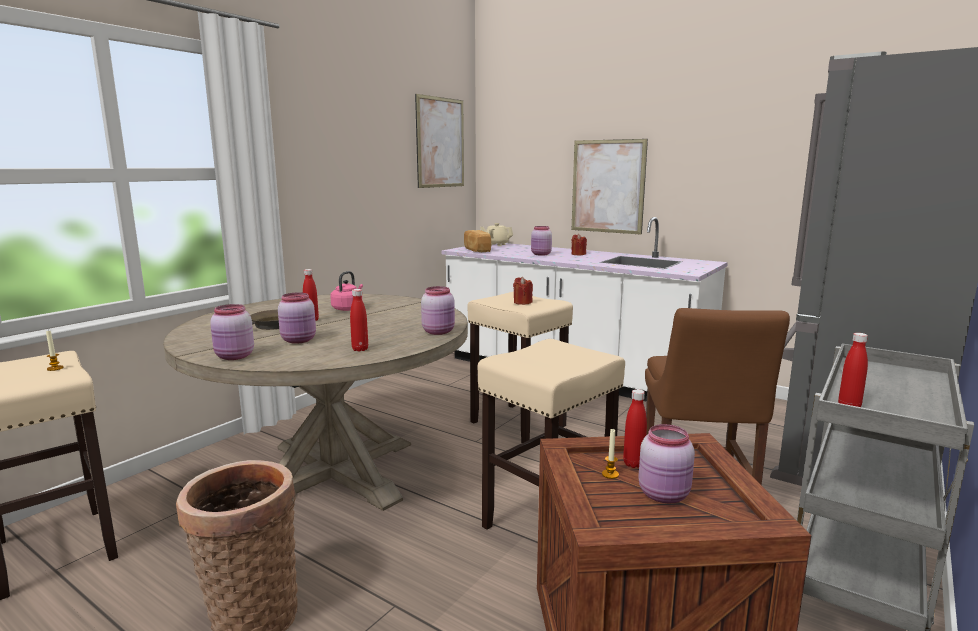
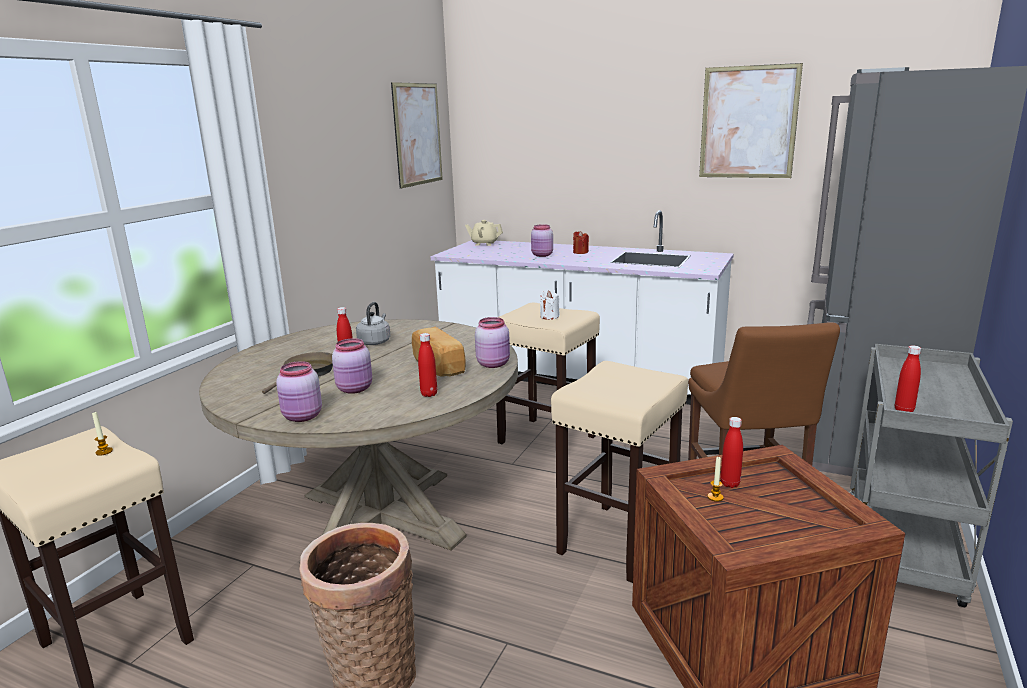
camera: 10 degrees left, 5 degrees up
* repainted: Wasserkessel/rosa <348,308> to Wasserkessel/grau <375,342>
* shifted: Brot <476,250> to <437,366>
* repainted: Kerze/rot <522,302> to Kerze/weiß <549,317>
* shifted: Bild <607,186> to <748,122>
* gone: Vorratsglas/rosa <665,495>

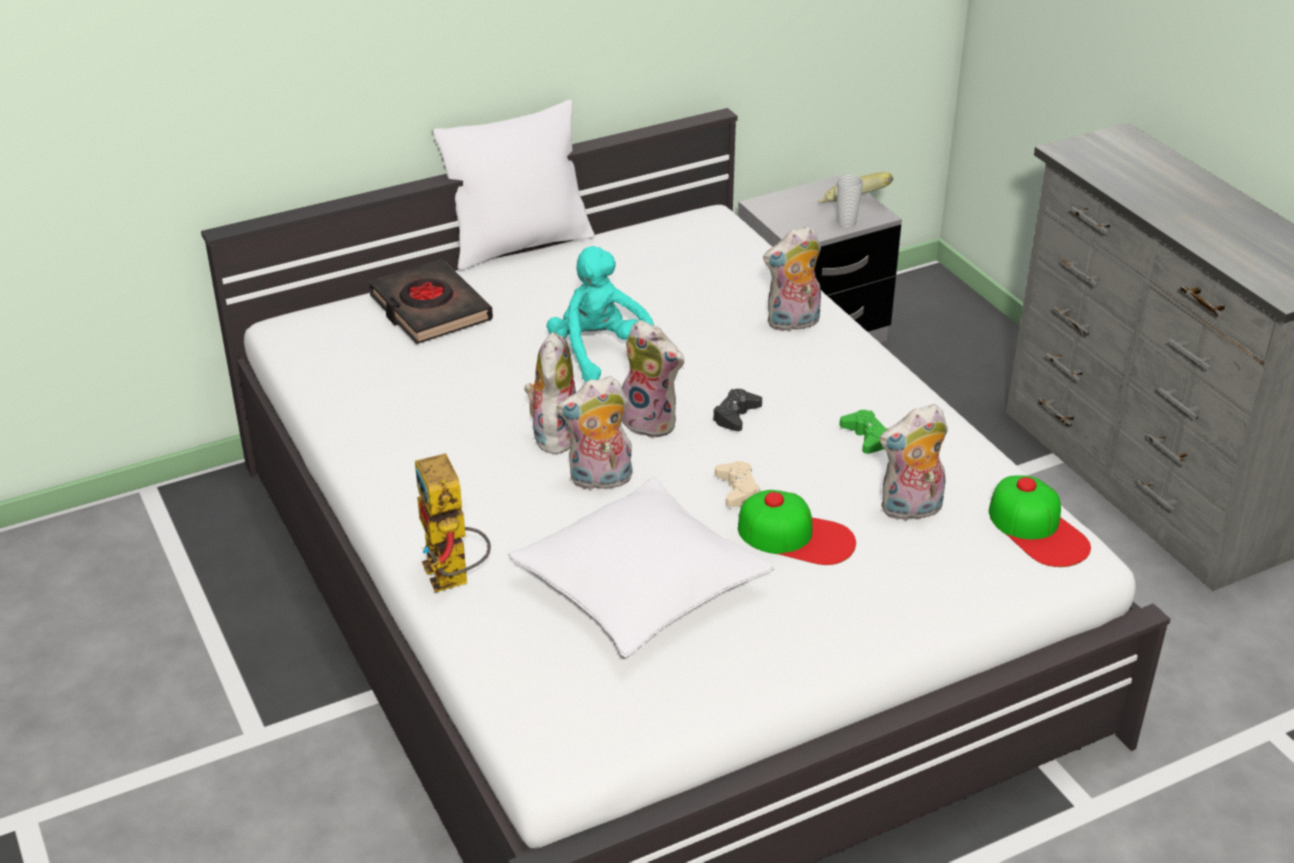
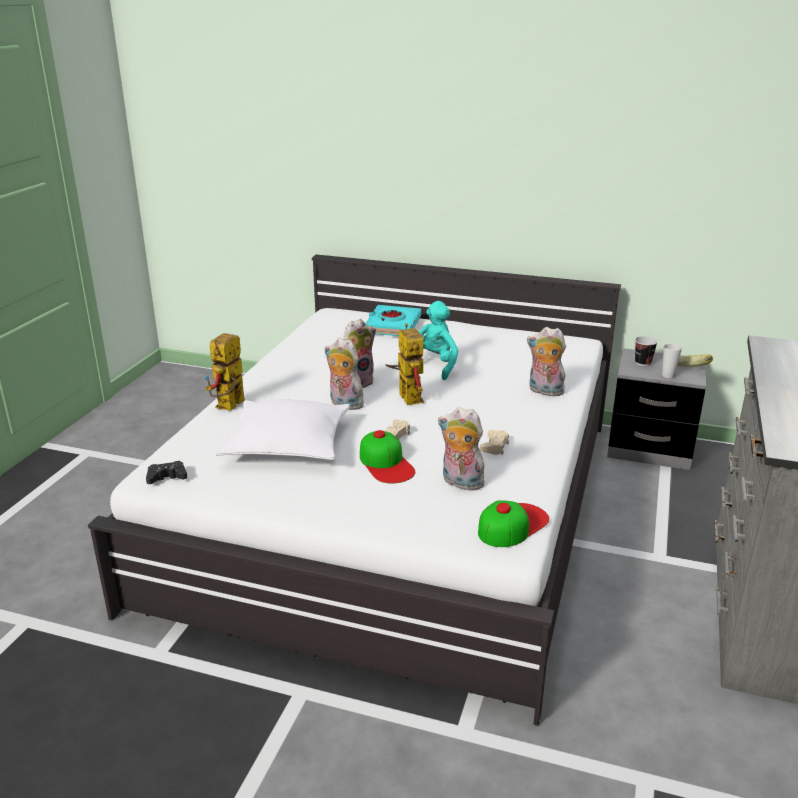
camera: 45 degrees right, 10 degrees down
* shifted: Gamepad/schwarz <736,415> to <167,477>
* repainted: Buch/schwarz <430,309> to Buch/türkis <392,325>
* swapped: Plüschtier <652,421> to Spielzeugroboter <406,396>
* rotated: Kappe <1037,529> = <512,524> 150 degrees counterclockwise
* repainted: Gamepad/grün <866,437> to Gamepad/beige <494,446>
* new: Tasse <643,363>
* gone: Kissen/weiß <520,245>

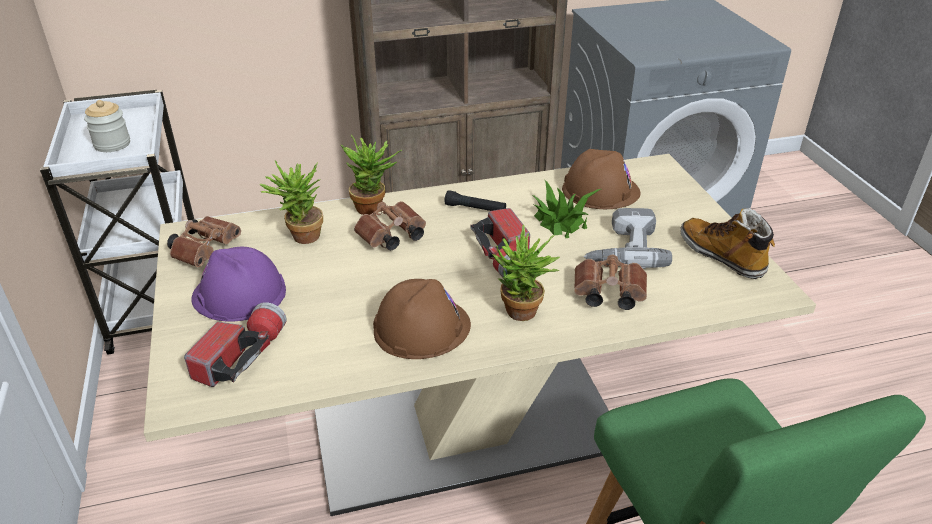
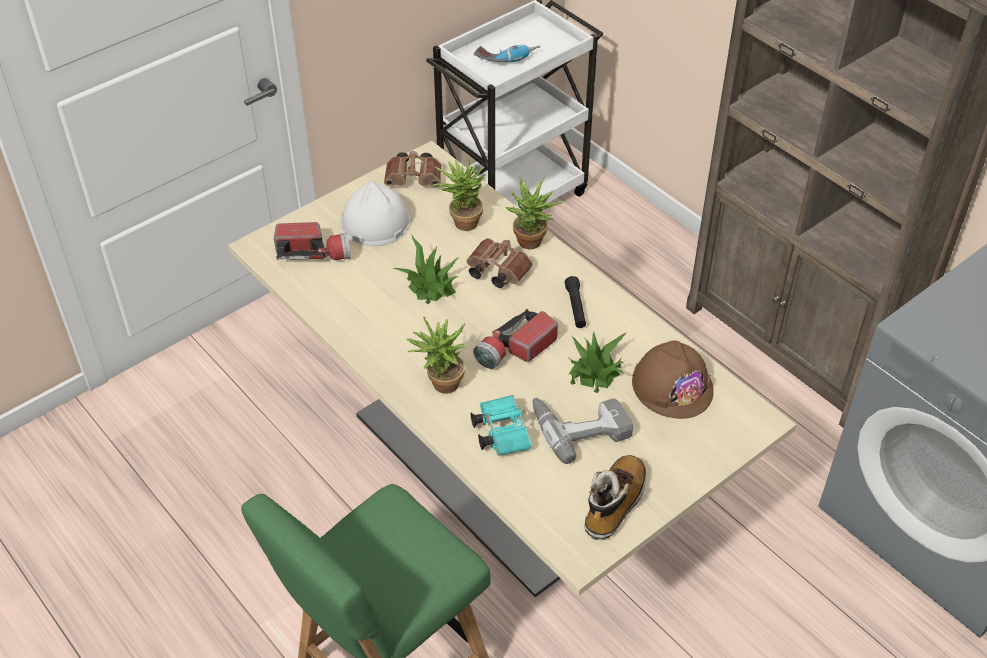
camera: 65 degrees right, 10 degrees up
* repainted: Schutzhelm/lila <239,294> to Schutzhelm/weiß <375,221>
* new: Topfpflanze <430,284>
* repainted: Fernglas/braun <606,295> to Fernglas/türkis <500,432>
* swapped: Vorratsglas <112,144> to Bohrmaschine <507,58>
* gone: Schutzhelm/braun <421,327>

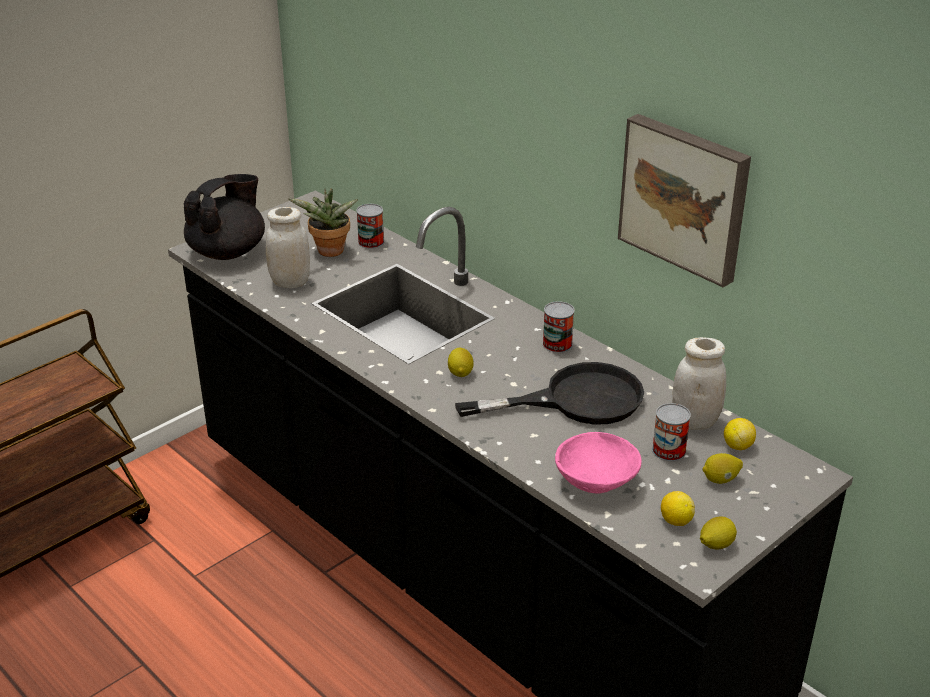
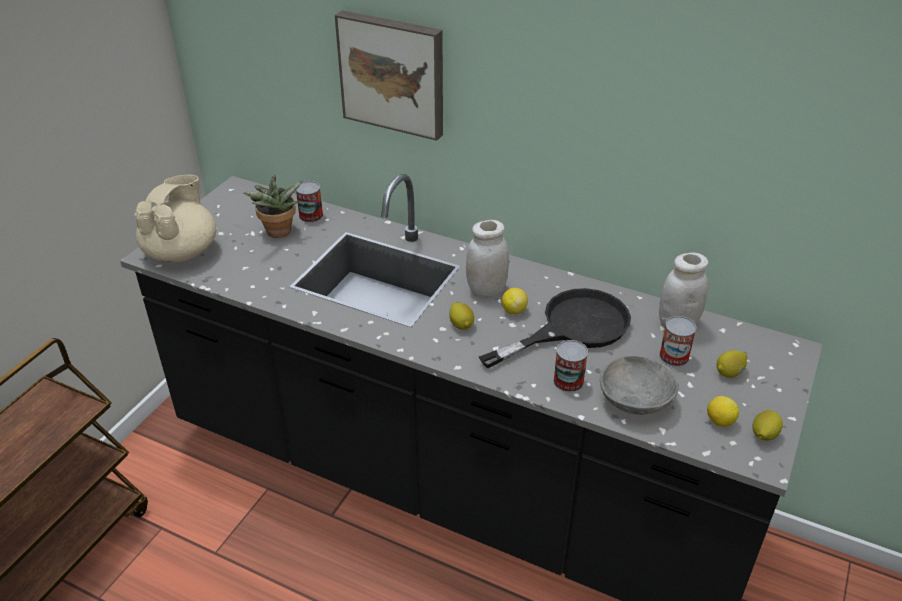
camera: 20 degrees left, 5 degrees up
* repainted: Teekanne/schwarz <228,251> to Teekanne/beige <182,251>
* shifted: Bild <685,197> to <393,73>
* shifted: Vorratsglas/weiß <290,282> to <486,290>
* shifted: Zitrone <737,445> to <513,310>
* shifted: Dose <557,344> to <568,381>
* repainted: Schüssel/rosa <598,481> to Schüssel/grau <636,401>

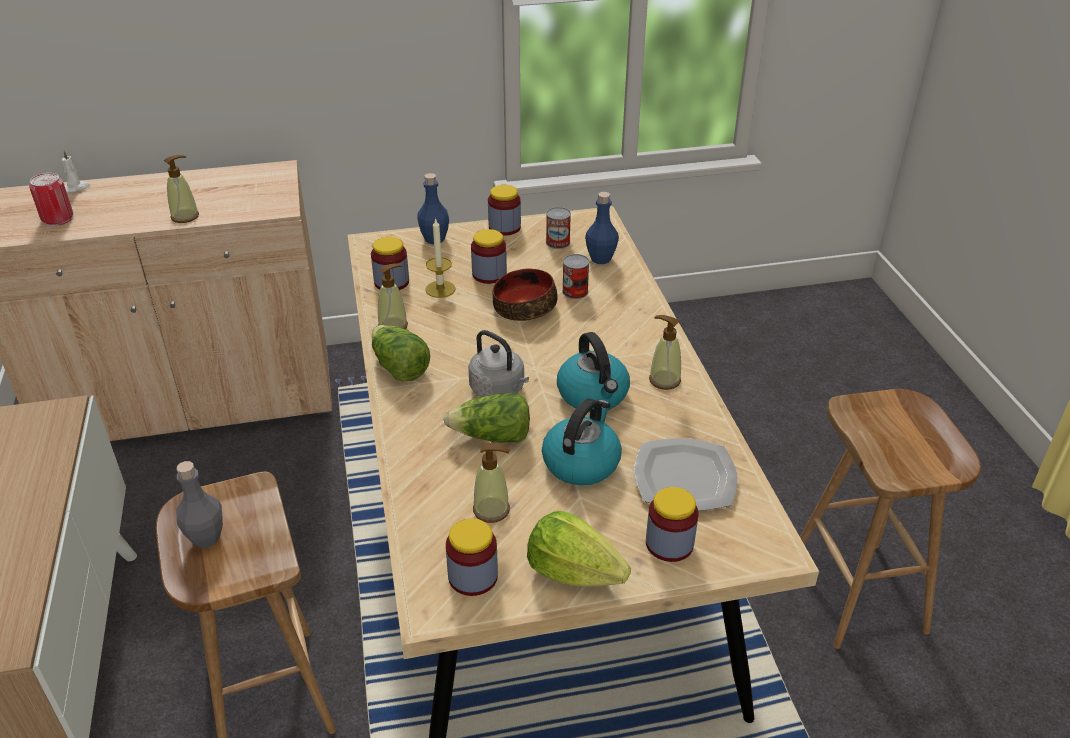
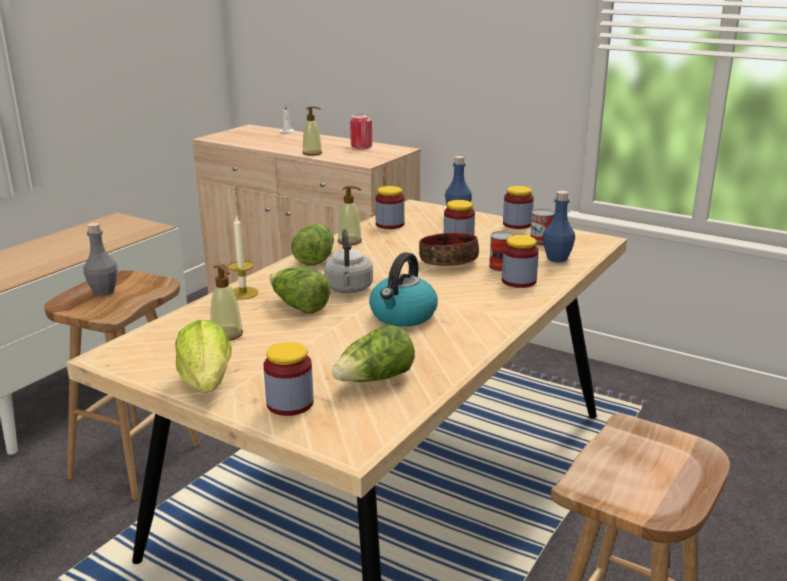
camera: 45 degrees right, 15 degrees down
* shifted: Kerze <440,289> to <243,293>
* swapped: Teller <685,477> to Salatkopf <375,380>
* shifted: Dose <57,218> to <361,146>
* shifted: Vorratsglas <473,576> to <519,281>
* gone: Wasserkessel <581,462>
* gone: Seifenspender <664,380>

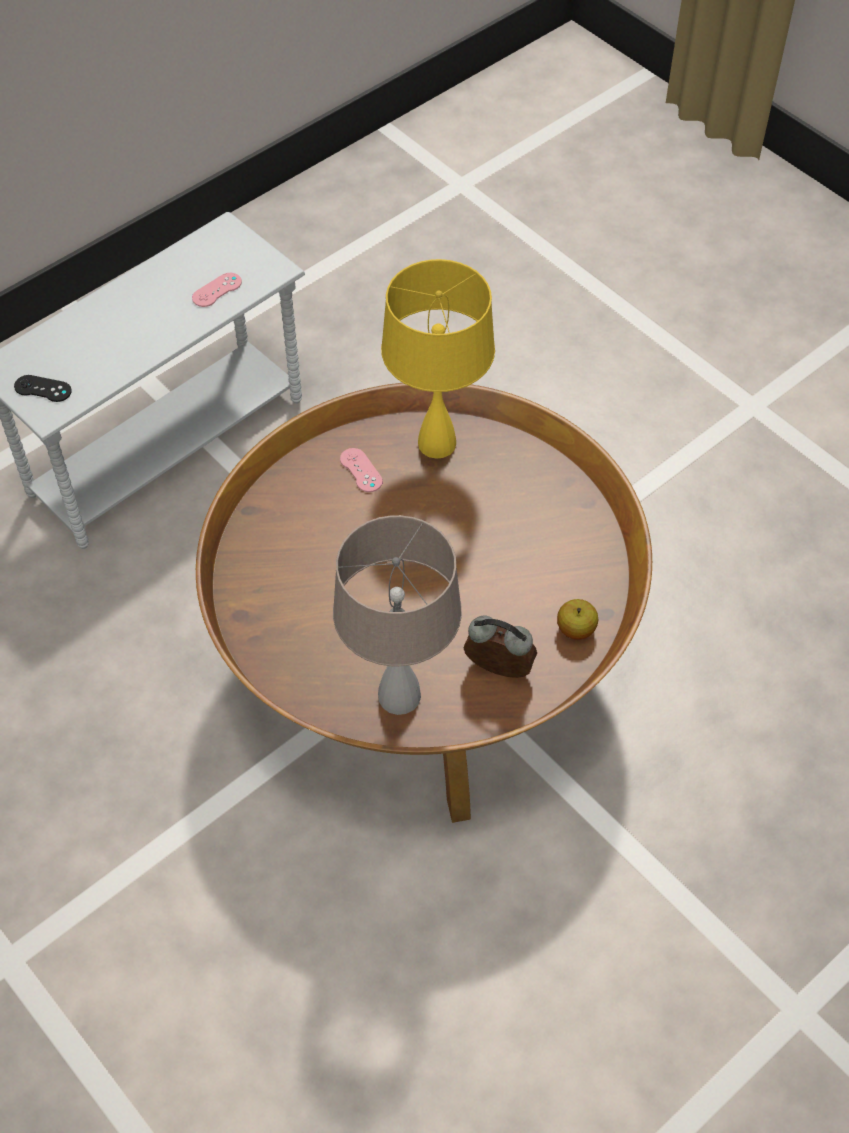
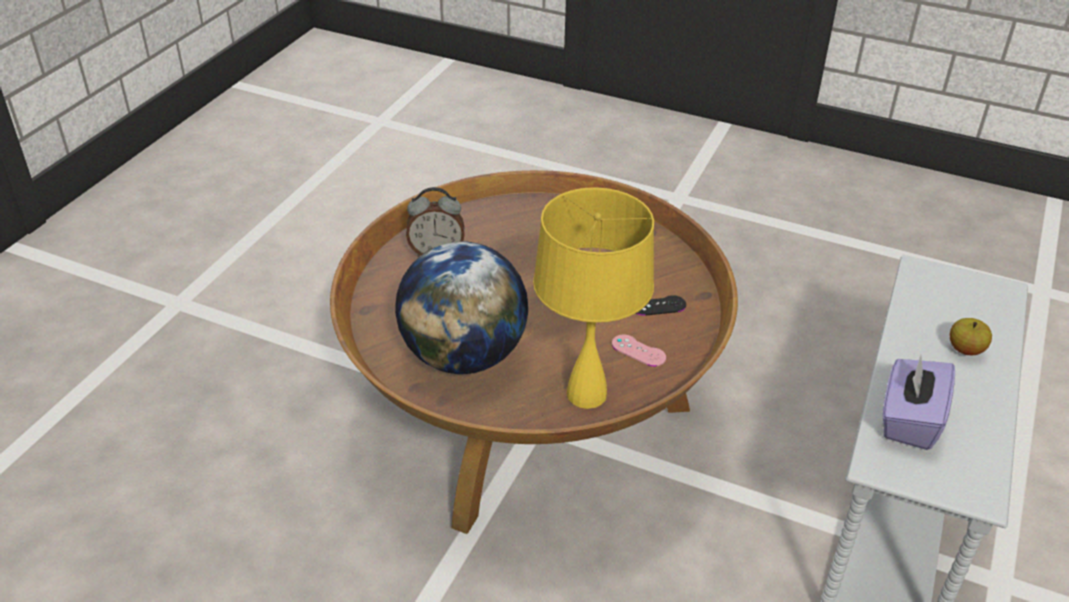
camera: 155 degrees right, 15 degrees down
* new: Globus <464,356>
* shifted: Gamepad/schwarz <43,389> to <658,306>
* swapped: Gamepad/rosa <217,290> to Taschentuchbox/lila <909,420>
* shifted: Apfel <576,629> to <965,349>
* gone: Tischlampe/beige <400,696>

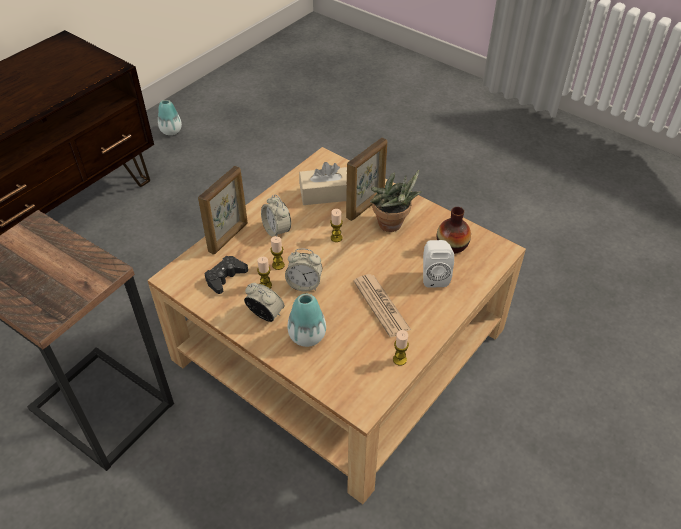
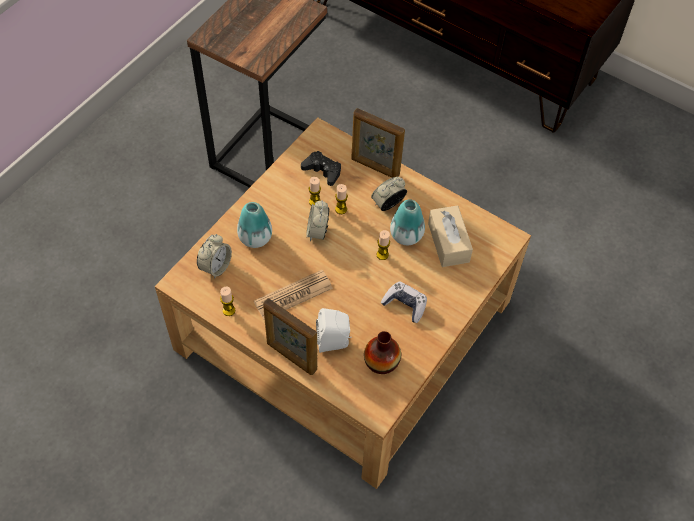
camera: 85 degrees right, 10 degrees up
* shifted: Wecker <265,315> to <216,267>
* shifted: Bilderrahmen <366,206> to <291,356>
* swapped: Topfpflanze <392,226> to Gamepad <405,305>
* shifted: Vase <171,131> to <406,235>

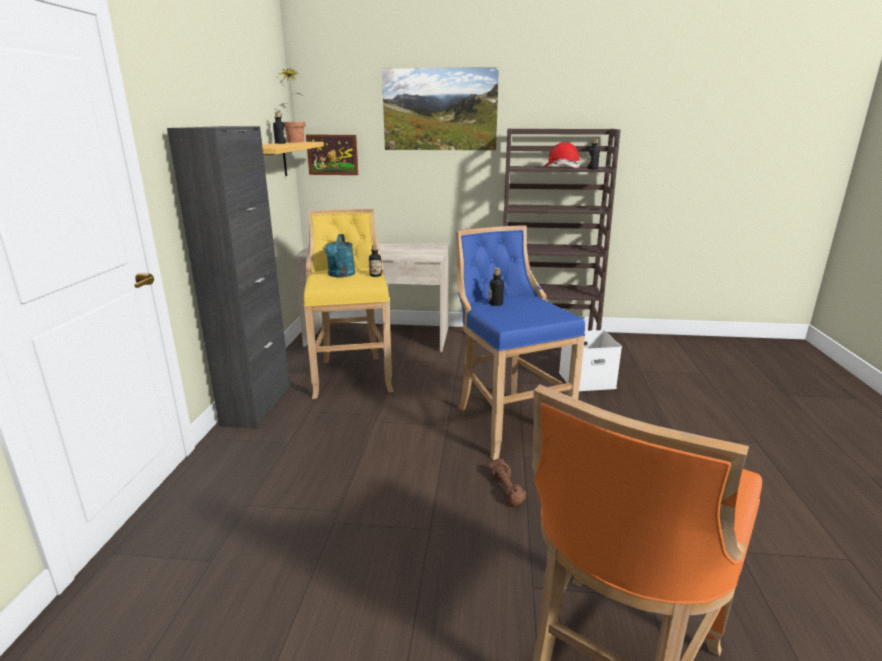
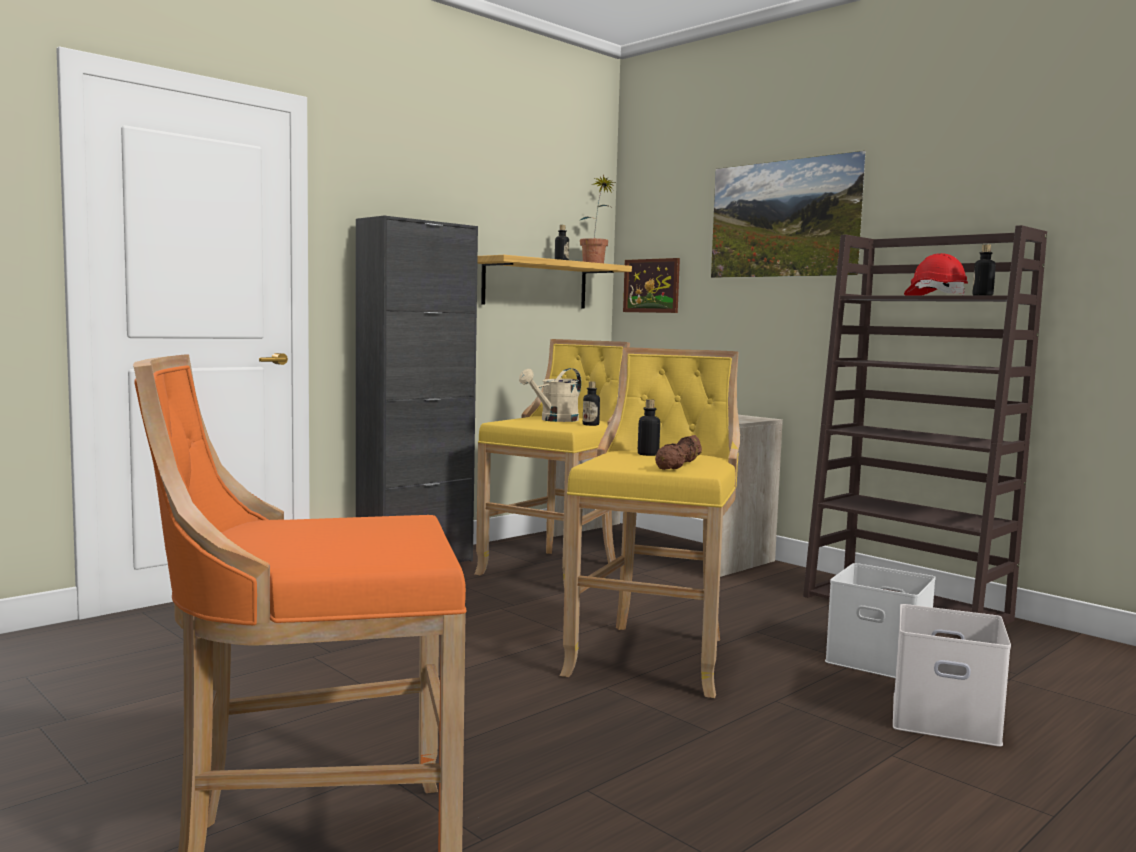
camera: 40 degrees right, 15 degrees down
* repainted: Gießkanne/türkis <340,275> to Gießkanne/beige <554,420>
* repainted: Hocker/blau <507,422> to Hocker/gelb <654,656>
* shifted: Hantel/braun <507,489> to <679,466>
* new: Aufbewahrungsbox/weiß <942,718>

